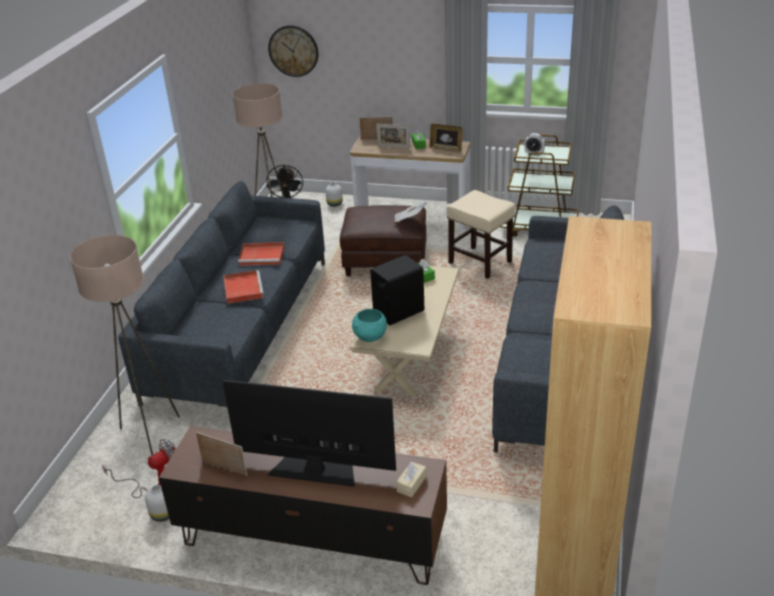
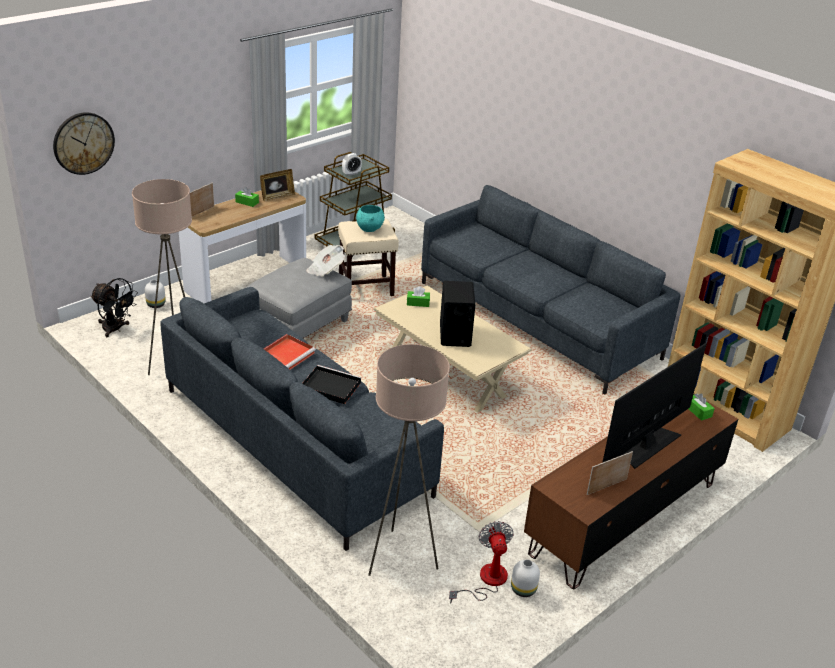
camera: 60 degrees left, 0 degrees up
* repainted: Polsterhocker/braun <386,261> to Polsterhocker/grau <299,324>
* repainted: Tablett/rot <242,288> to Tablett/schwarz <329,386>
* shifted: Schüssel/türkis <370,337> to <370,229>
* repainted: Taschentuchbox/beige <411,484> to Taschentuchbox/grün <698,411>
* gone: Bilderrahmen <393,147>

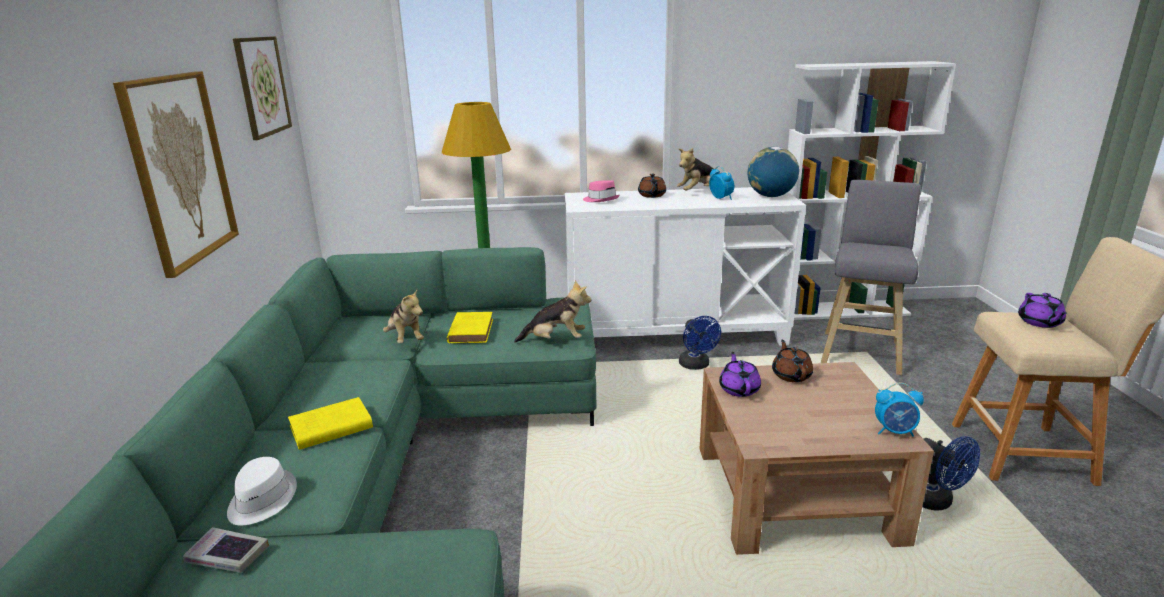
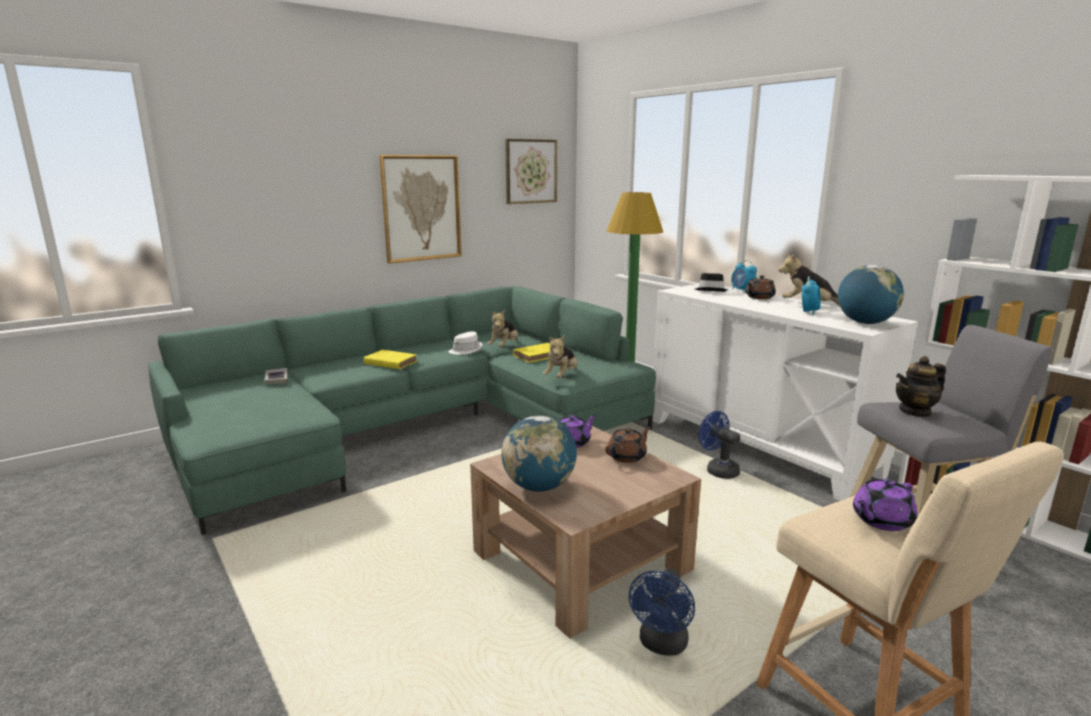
camera: 55 degrees right, 5 degrees down
* shifted: Hut/weiß <261,500> to <465,350>
* new: Globus <539,487>
* rotated: Plüschtier <555,340> = <561,376> 60 degrees clockwise
* repainted: Hut/rosa <601,199> to Hut/schwarz <710,290>
* rotated: Ventilator/blau <696,366> = <718,470> 105 degrees clockwise
* shifted: Wecker <894,431> to <742,291>
* new: Teekanne <915,411>

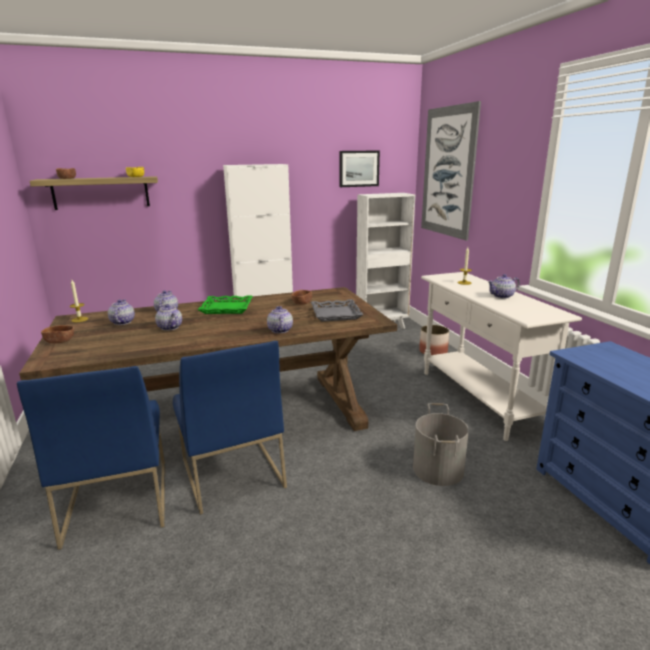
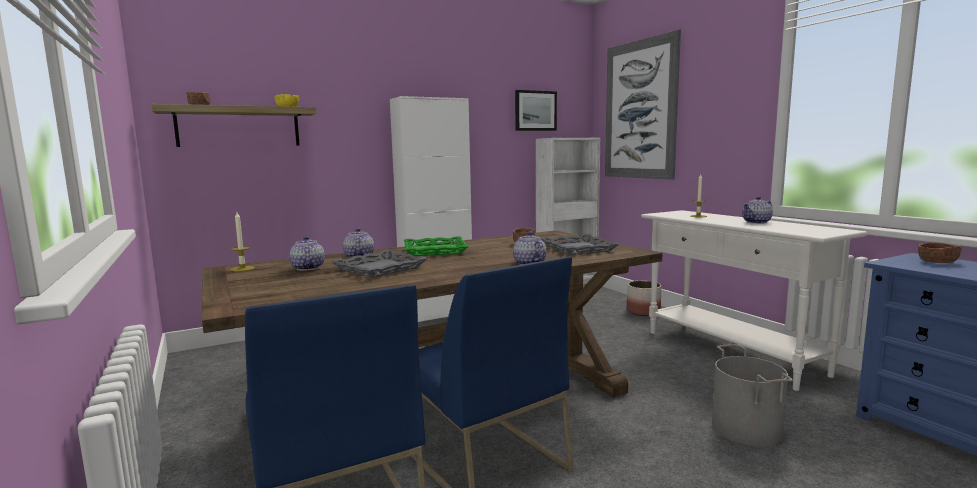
camera: 10 degrees left, 10 degrees down
* swapped: Teekanne <169,327> to Tablett/grau <380,269>
* shifted: Schüssel/braun <60,341> to <937,262>

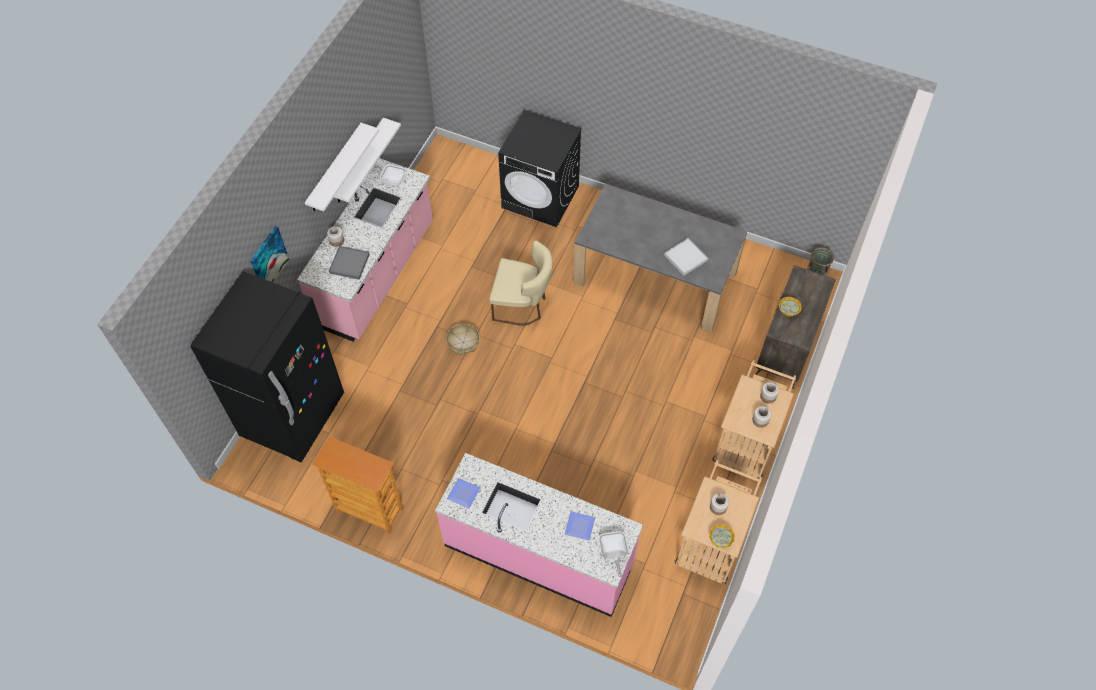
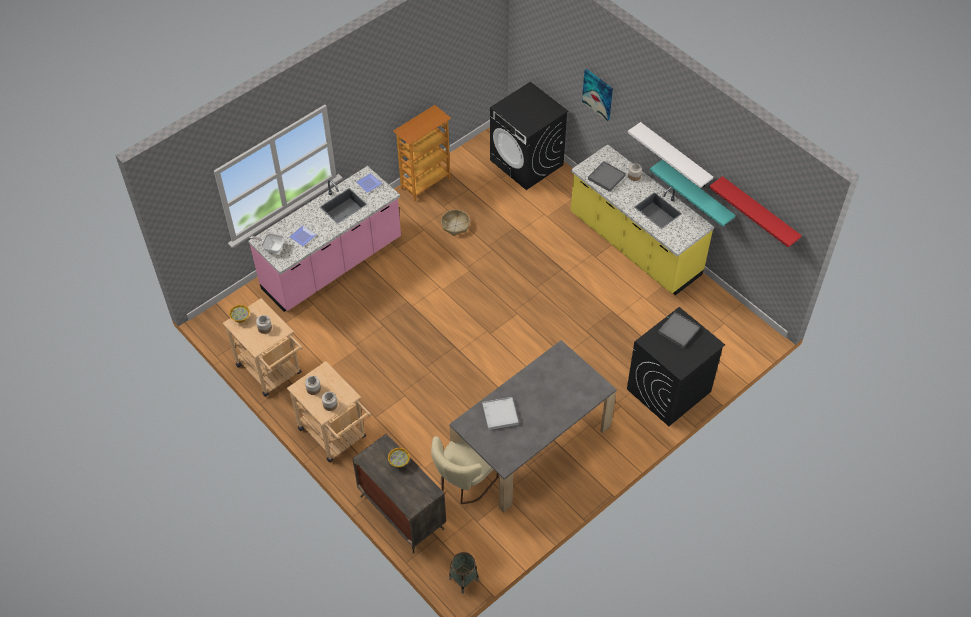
camera: 115 degrees right, 5 degrees down
* shifted: Stuhl/beige <522,305> to <463,483>
* shifted: Korb <463,342> to <455,225>
* swapped: Kühlschrank/schwarz <293,416> to Waschmaschine/schwarz <527,162>
* repainted: Küchenzeile/rosa <377,275> to Küchenzeile/gelb <634,245>
* repainted: Wandregal/weiß <359,162> to Wandregal/türkis <696,193>
* new: Tablett/grau <678,331>
* new: Wandregal/rot <759,212>
* gone: Pfanne <391,180>

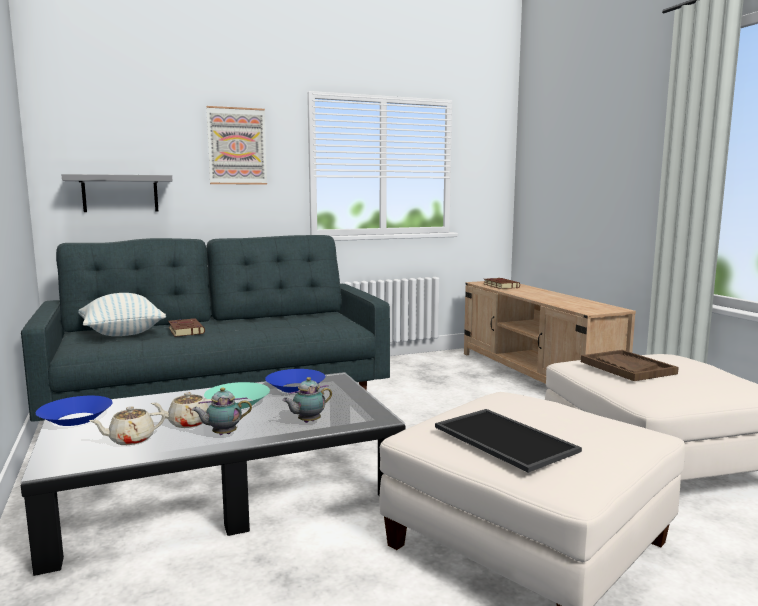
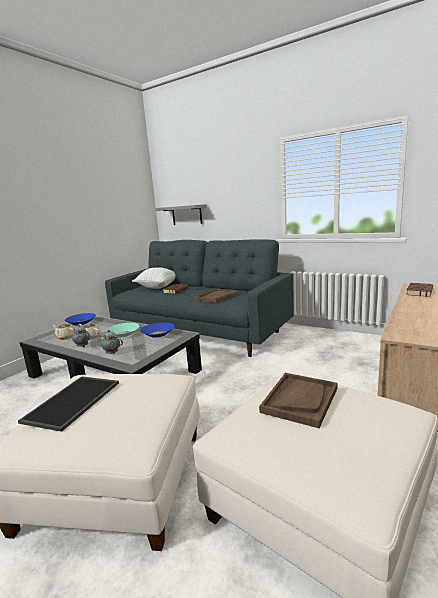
camera: 55 degrees right, 5 degrees up
* new: Tablett/braun <217,297>
* gone: Bild <237,146>

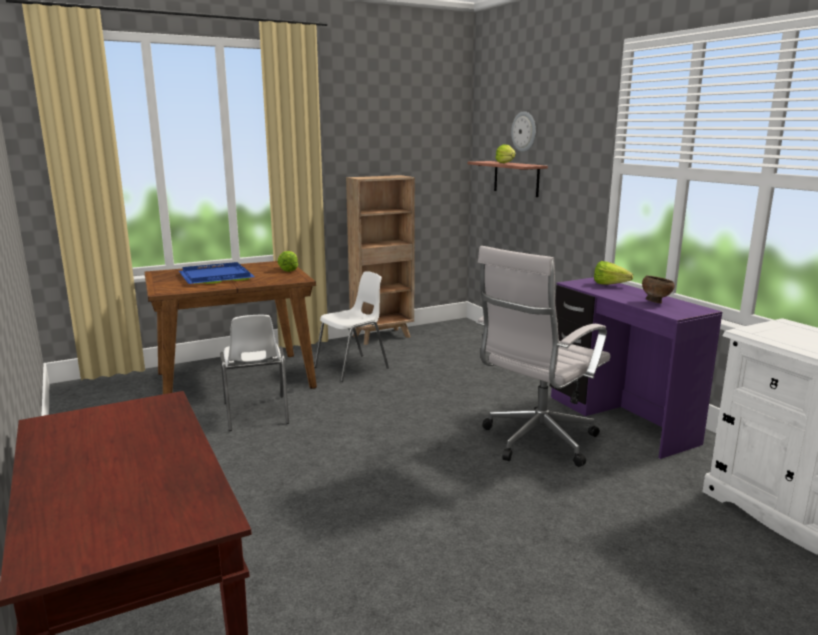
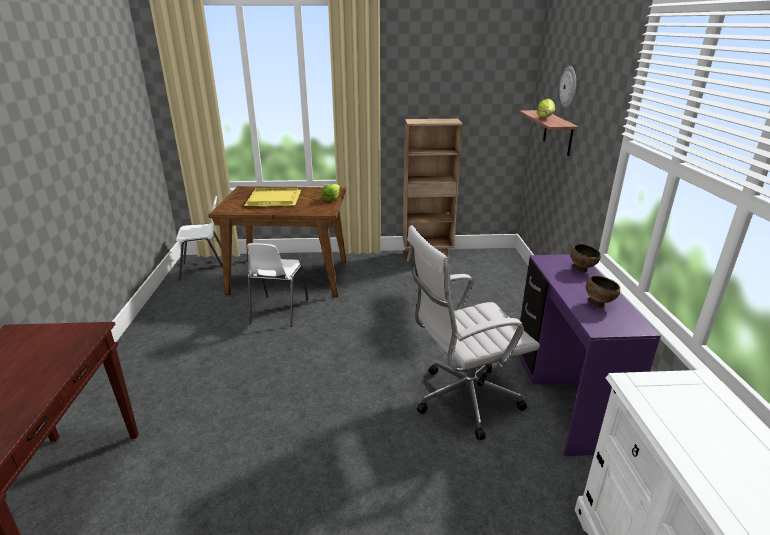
camera: 25 degrees right, 10 degrees up
* shifted: Stuhl/weiß <352,368> to <205,269>
* repainted: Tablett/blau <214,276> to Tablett/gelb <273,199>
* swapped: Salatkopf <612,285> to Schüssel/braun <582,270>

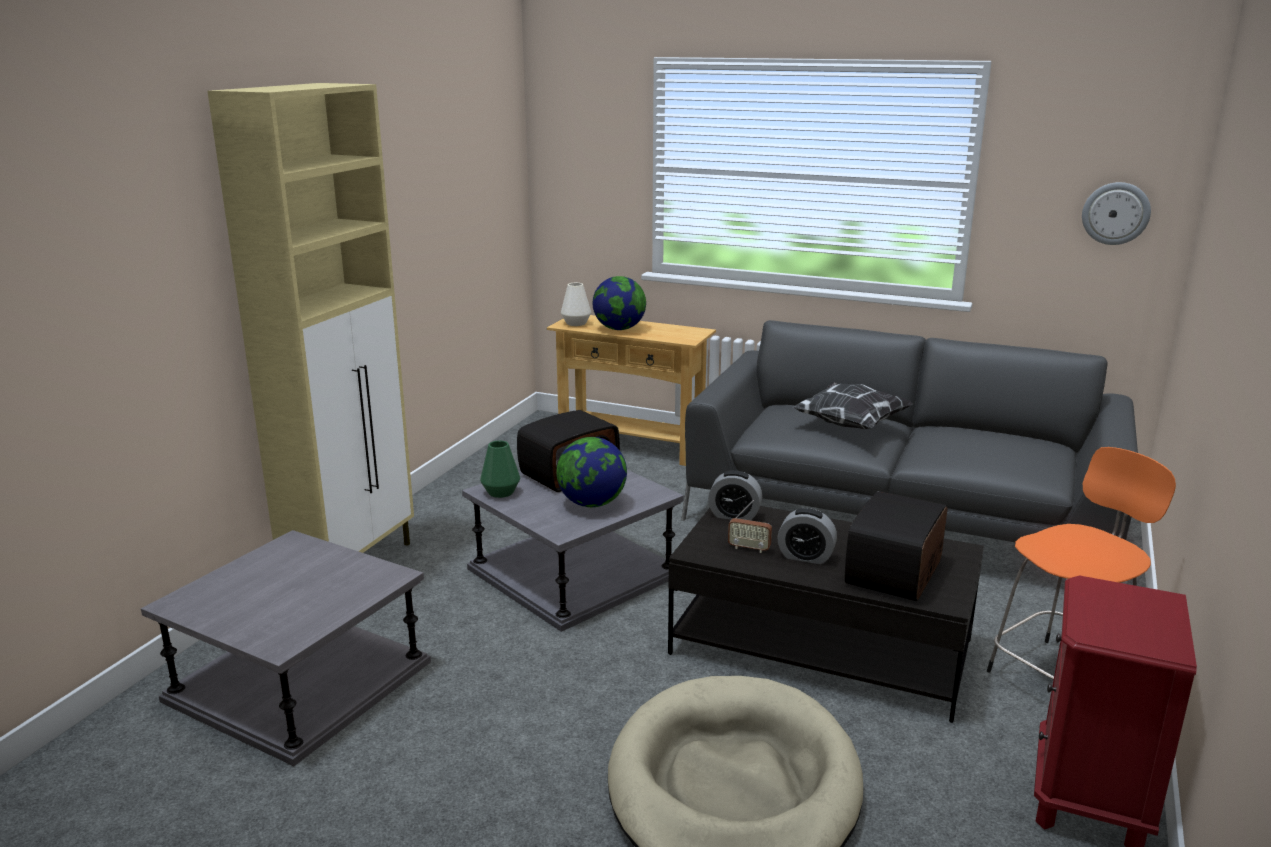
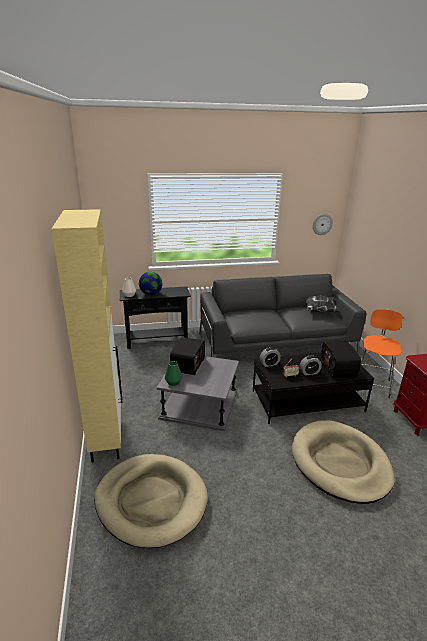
camera: 35 degrees left, 5 degrees up
* swapped: Beistelltisch/grau <299,681> to Hundebett/beige <151,501>
* repainted: Konsolentisch/beige <631,446> to Konsolentisch/schwarz <157,341>
* shifted: Kissen <849,424> to <318,310>
* gone: Globus <592,503>

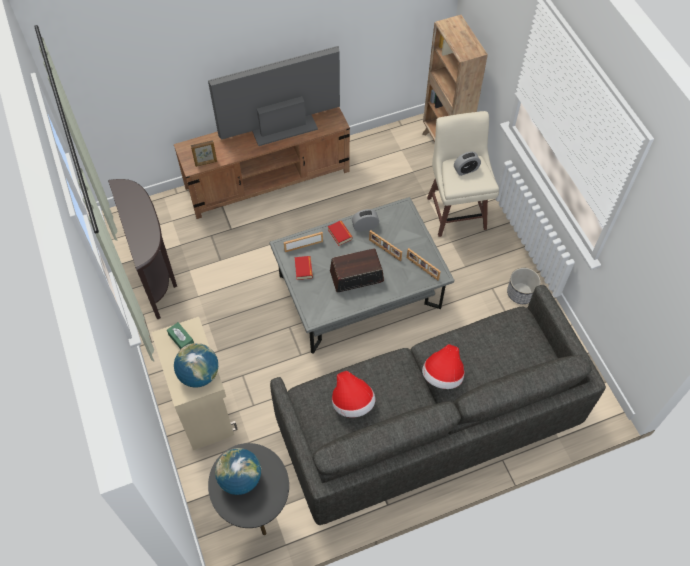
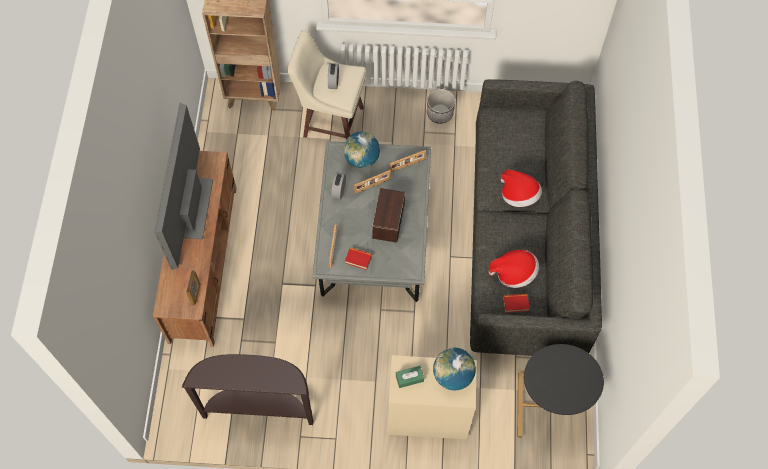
camera: 65 degrees left, 5 degrees up
* shifted: Globus <240,478> to <362,159>
* shifted: Buch <340,234> to <515,304>

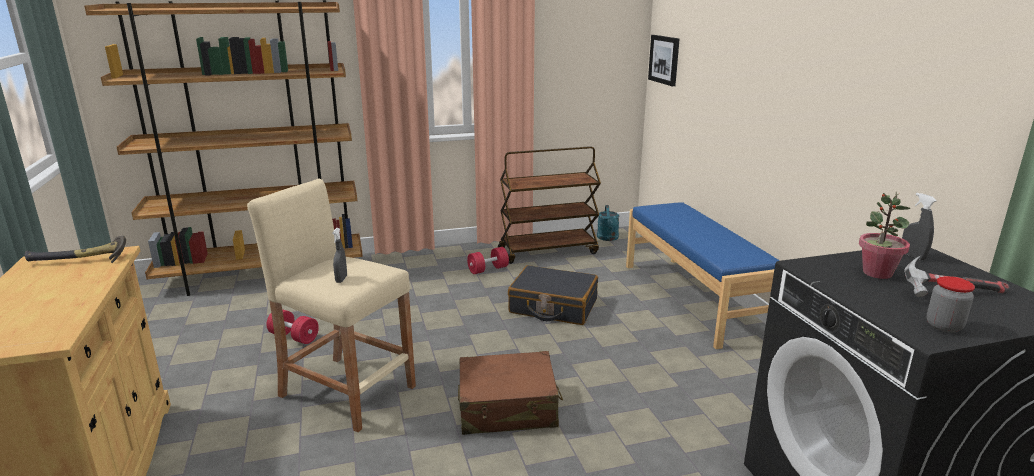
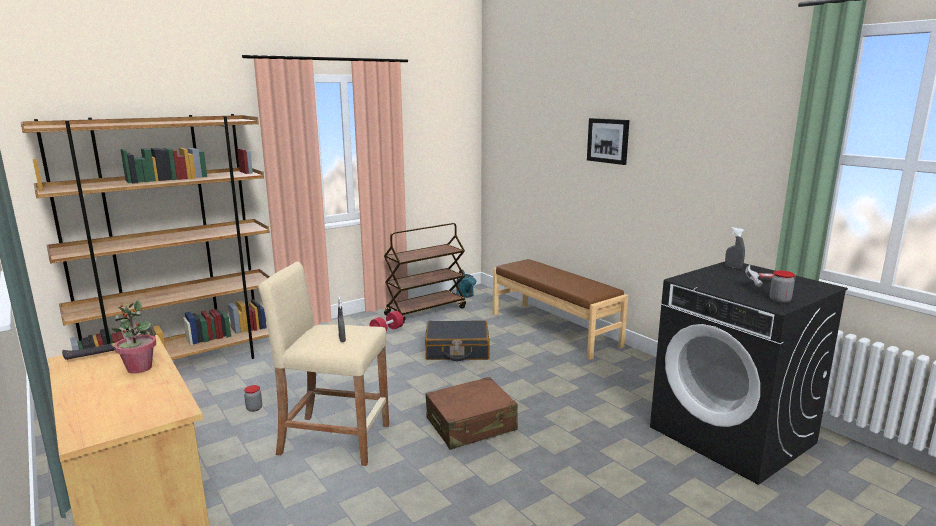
camera: 20 degrees left, 5 degrees down
* shifted: Topfpflanze <877,273> to <139,368>
* swapped: Hantel/rot <294,337> to Vorratsglas <254,408>
* repainted: Bank/blau <694,298> to Bank/braun <554,329>
* shifted: Bild <664,59> to <608,140>

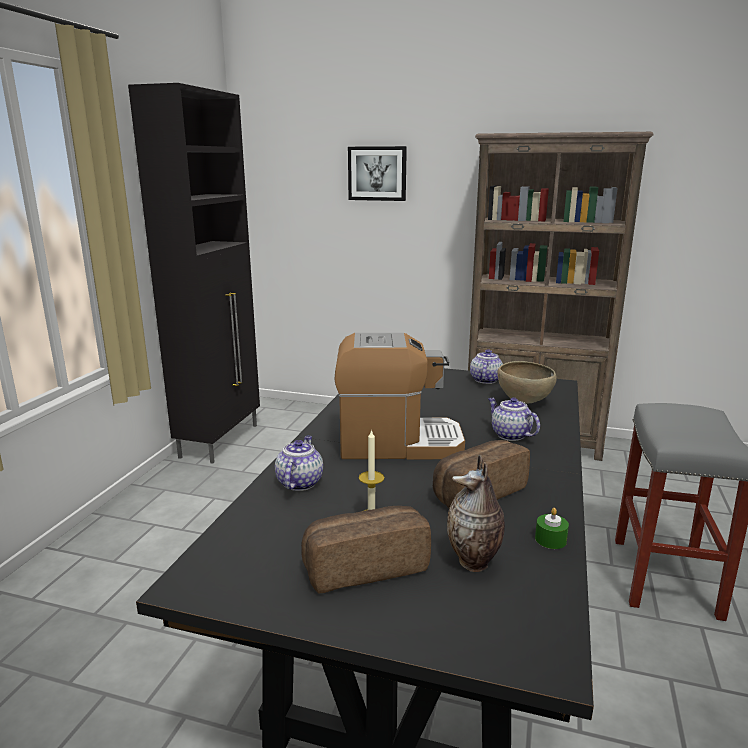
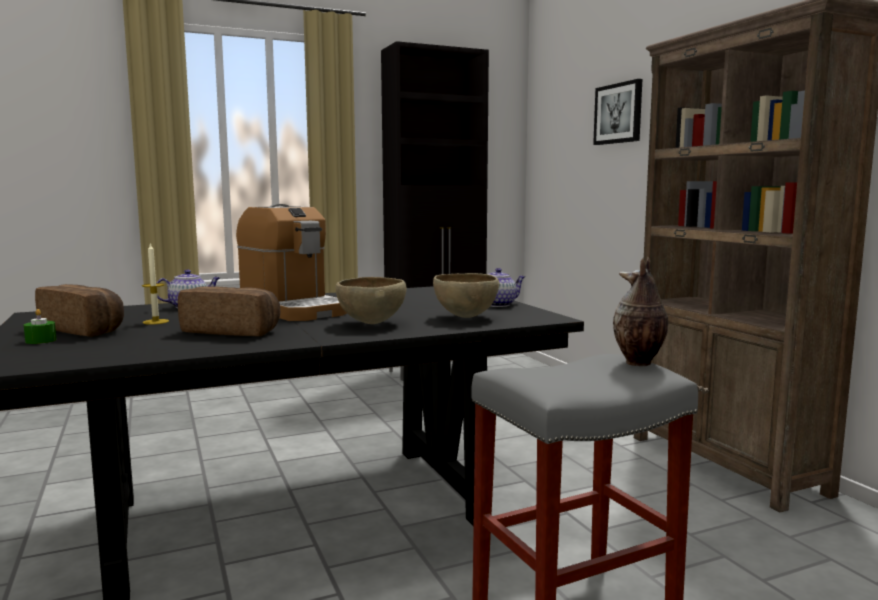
camera: 50 degrees right, 10 degrees down
* shifted: Kerze/grün <550,539> to <41,340>
* swapped: Teekanne <509,435> to Schüssel/braun <371,323>
* shifted: Vase <474,563> to <638,363>

